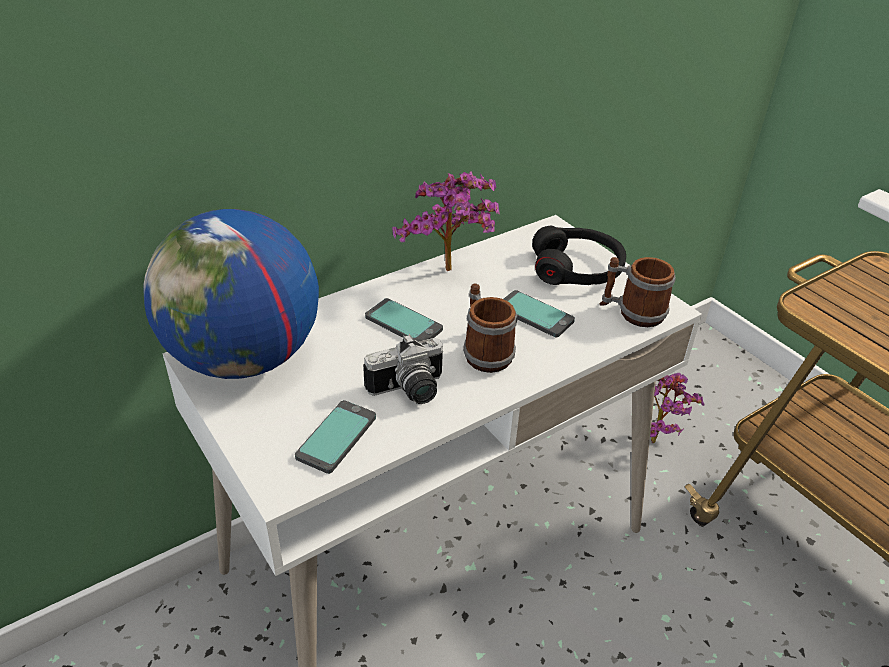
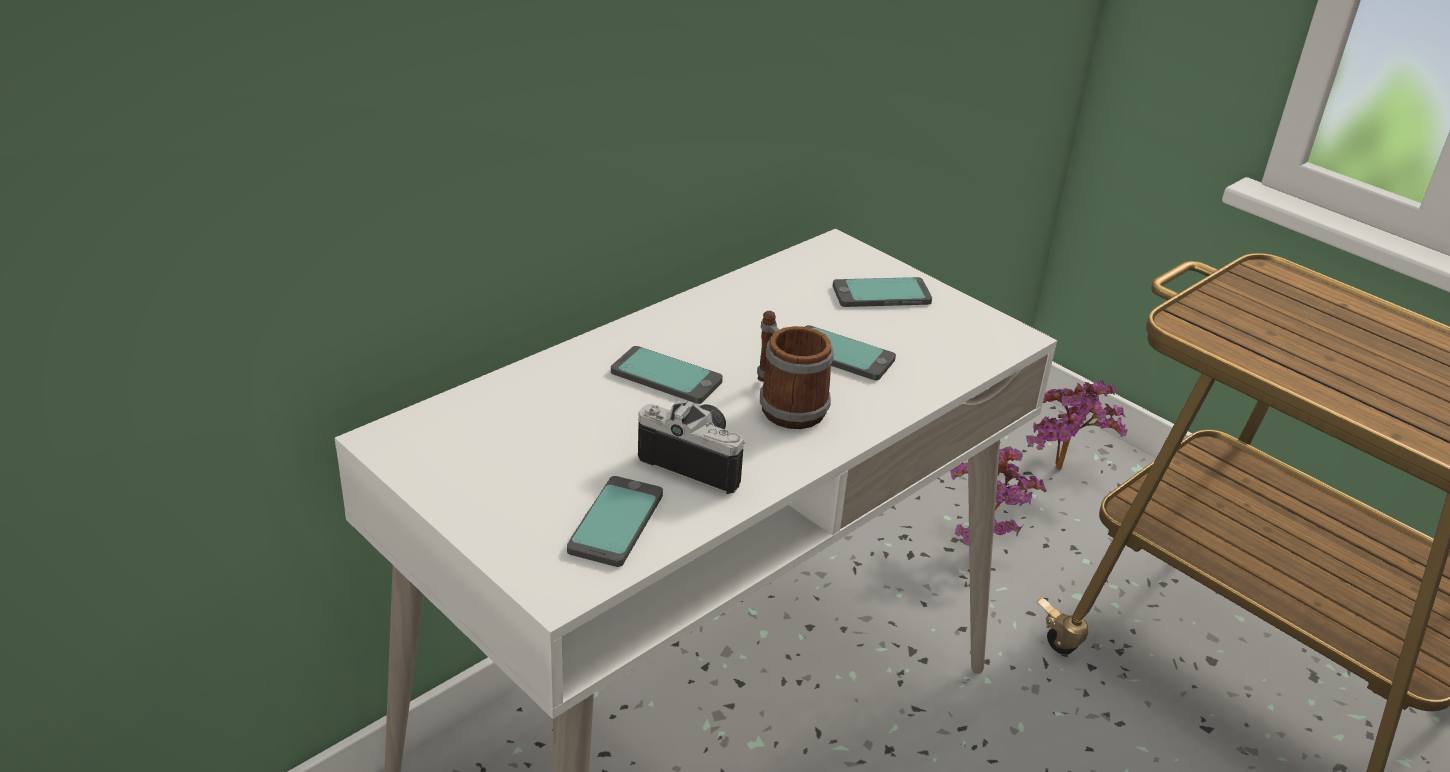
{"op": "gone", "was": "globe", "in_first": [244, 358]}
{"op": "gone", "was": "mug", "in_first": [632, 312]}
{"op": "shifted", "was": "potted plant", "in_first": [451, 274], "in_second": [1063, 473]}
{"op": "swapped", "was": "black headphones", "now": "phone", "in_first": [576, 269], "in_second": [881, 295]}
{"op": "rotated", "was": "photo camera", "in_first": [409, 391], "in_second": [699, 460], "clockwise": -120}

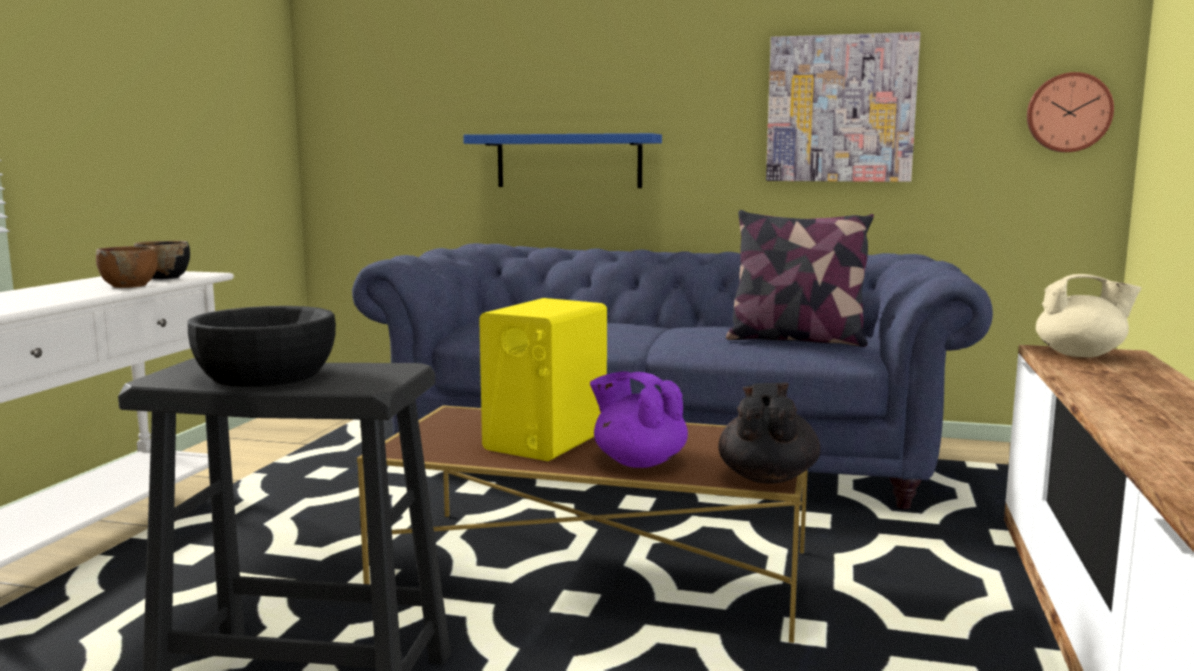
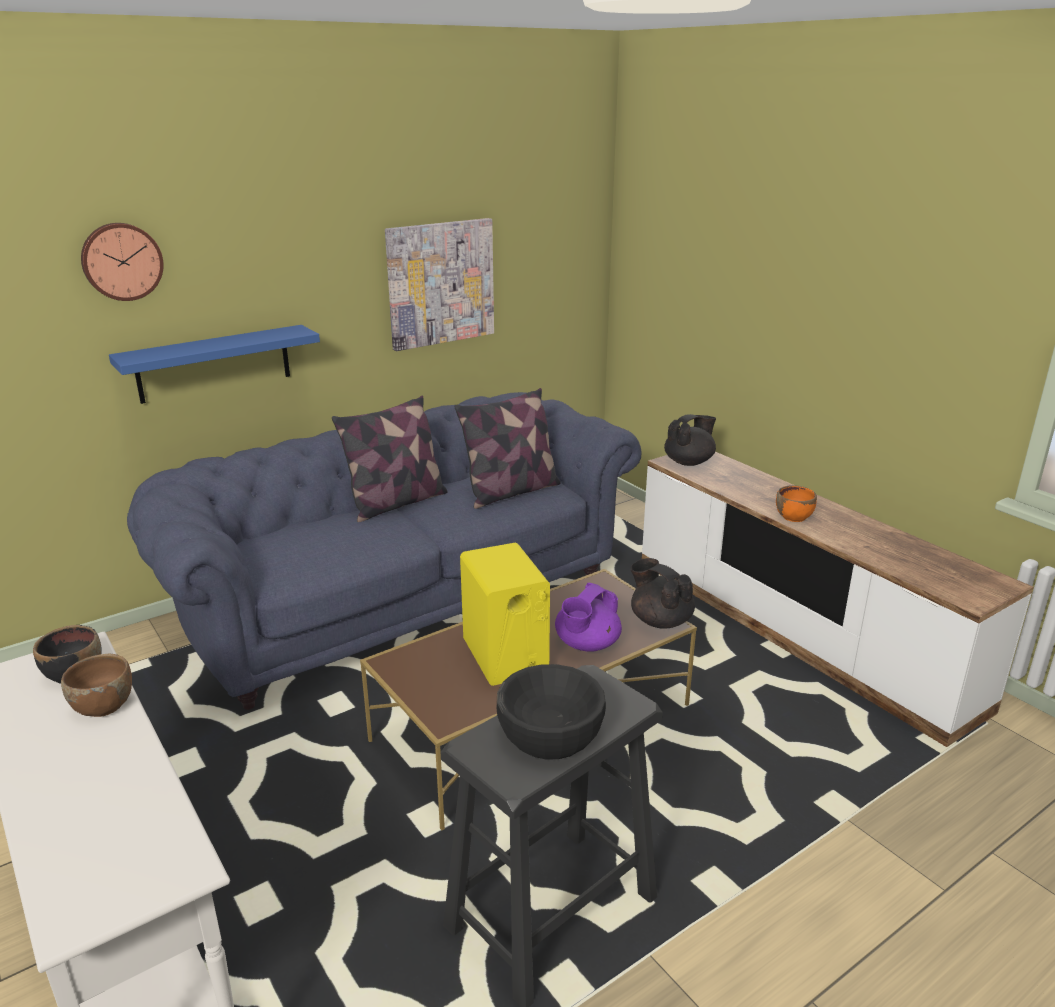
{"op": "new", "now": "pillow", "in_second": [396, 503]}
{"op": "new", "now": "orange bowl", "in_second": [794, 517]}
{"op": "shifted", "was": "wall clock", "in_first": [1068, 112], "in_second": [121, 261]}
{"op": "repainted", "was": "beige teapot", "now": "black teapot", "in_first": [1081, 355], "in_second": [689, 462]}
{"op": "rotated", "was": "purple teapot", "in_first": [638, 462], "in_second": [586, 644], "clockwise": -45}

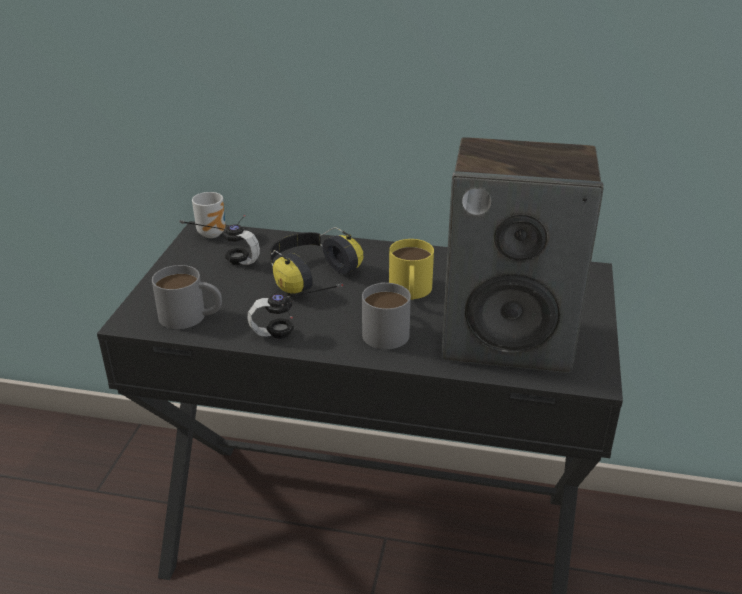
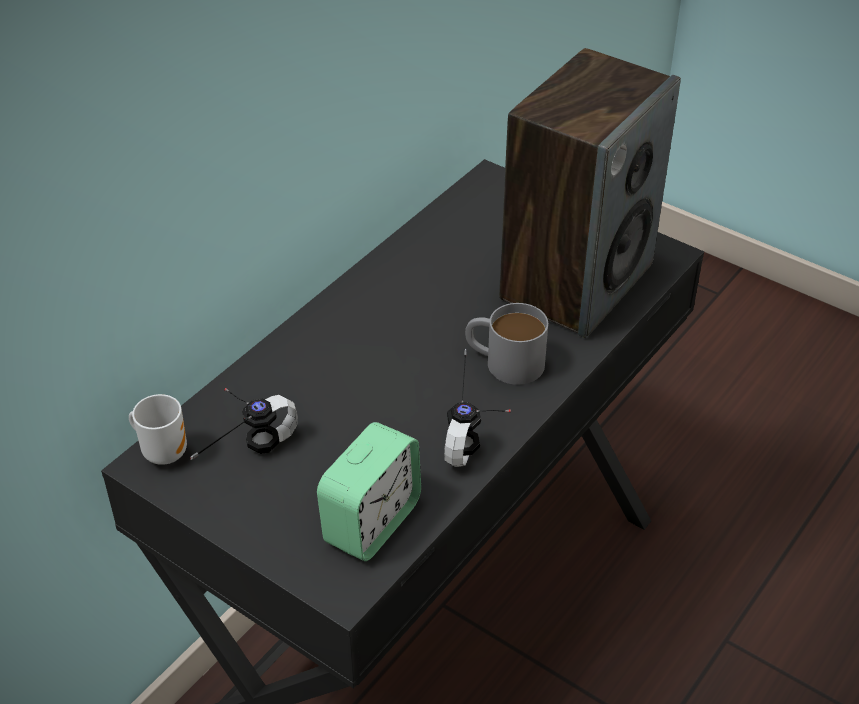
{"op": "gone", "was": "headphones", "in_first": [309, 275]}
{"op": "gone", "was": "yellow mug", "in_first": [410, 292]}
{"op": "swapped", "was": "grey mug", "now": "alarm clock", "in_first": [191, 316], "in_second": [372, 522]}

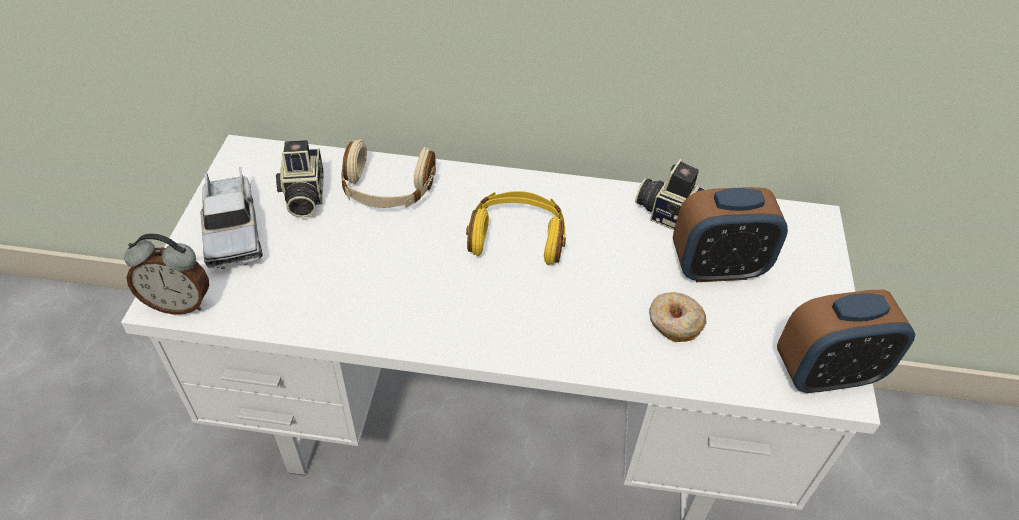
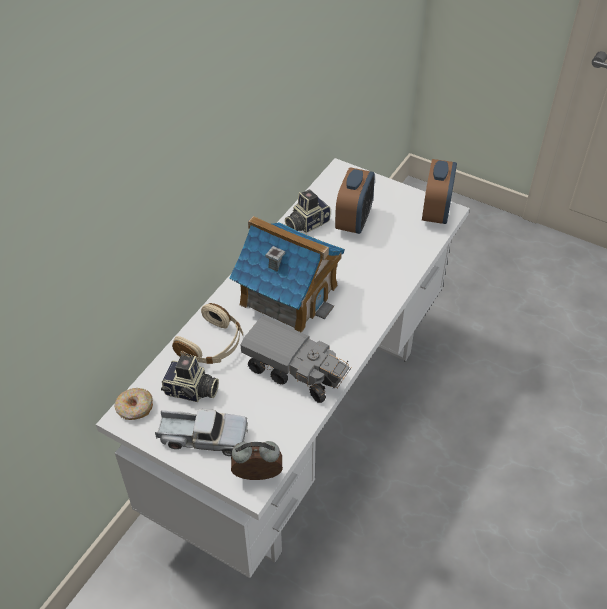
{"op": "new", "now": "toy truck", "in_second": [296, 372]}
{"op": "shifted", "was": "donut", "in_first": [674, 322], "in_second": [134, 408]}
{"op": "swapped", "was": "yellow headphones", "now": "toy house", "in_first": [517, 237], "in_second": [288, 294]}
{"op": "rotated", "was": "alarm clock", "in_first": [179, 303], "in_second": [257, 477], "clockwise": -120}

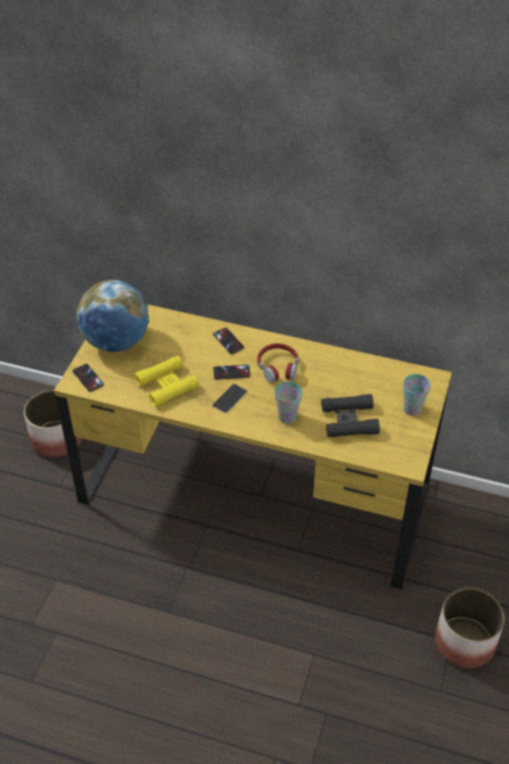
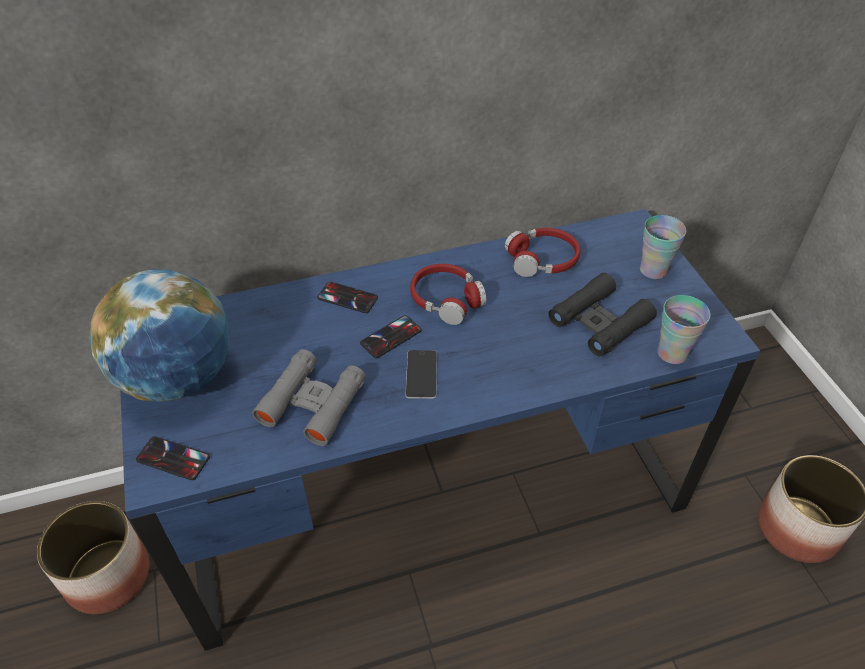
{"op": "new", "now": "red headphones", "in_second": [542, 260]}
{"op": "shifted", "was": "cup", "in_first": [287, 417], "in_second": [672, 353]}
{"op": "repainted", "was": "yellow desk", "now": "blue desk", "in_first": [254, 493], "in_second": [432, 493]}
{"op": "repainted", "was": "yellow binoculars", "now": "grey binoculars", "in_first": [166, 385], "in_second": [312, 403]}

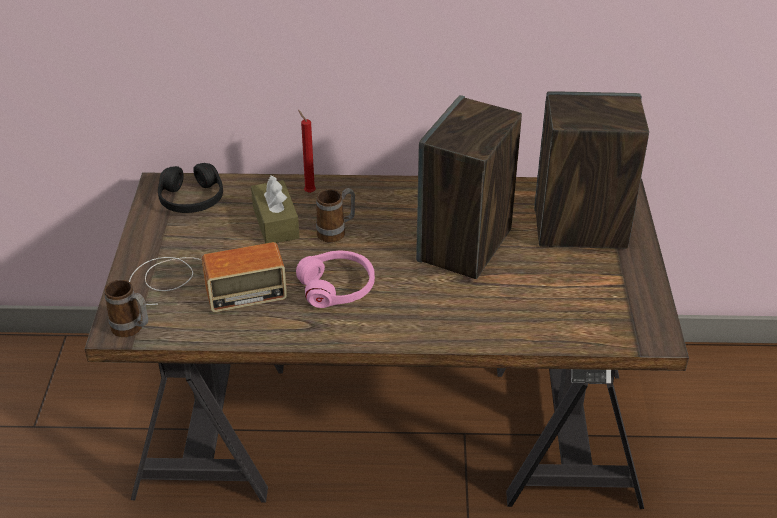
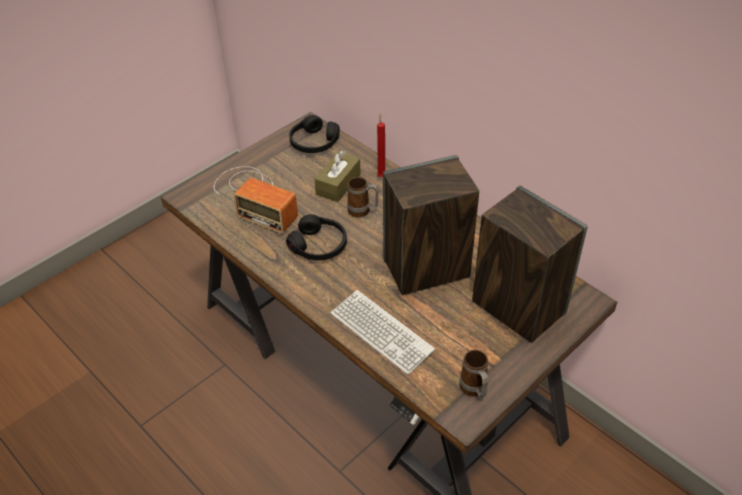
{"op": "new", "now": "keyboard", "in_second": [381, 332]}
{"op": "shifted", "was": "mug", "in_first": [132, 330], "in_second": [474, 391]}
{"op": "repainted", "was": "pink headphones", "now": "black headphones", "in_first": [337, 287], "in_second": [319, 245]}

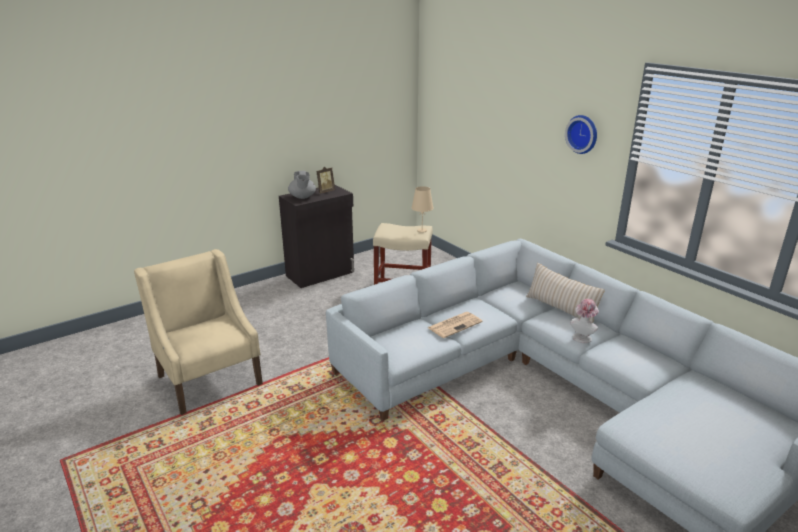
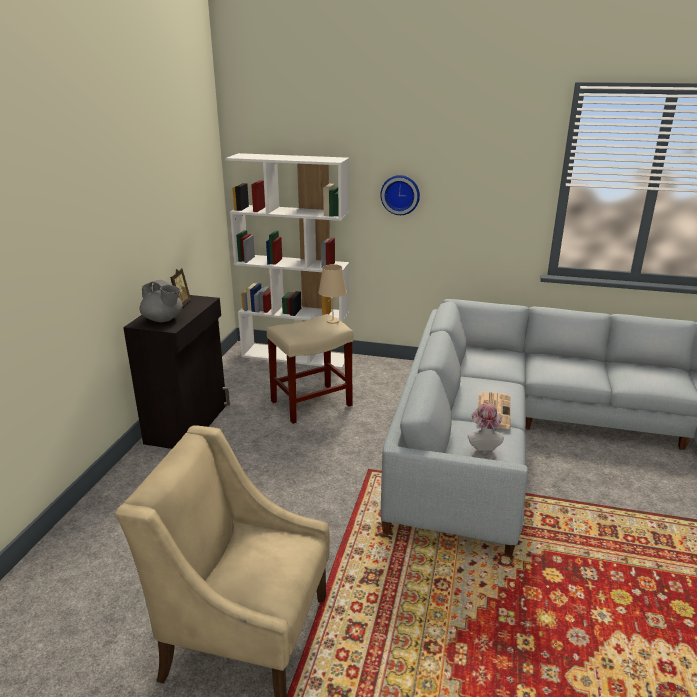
{"op": "gone", "was": "beige pillow", "in_first": [561, 309]}
{"op": "new", "now": "white bookcase", "in_second": [296, 356]}
{"op": "shifted", "was": "wall clock", "in_first": [583, 134], "in_second": [400, 194]}
{"op": "shifted", "was": "hat", "in_first": [583, 337], "in_second": [482, 452]}

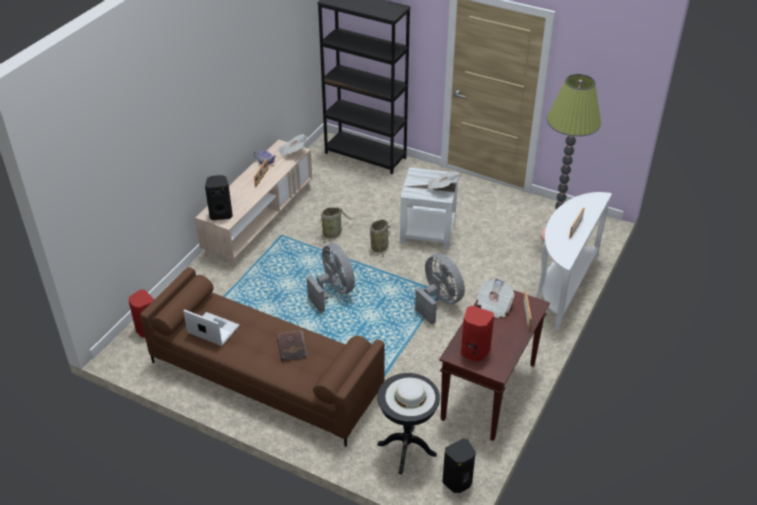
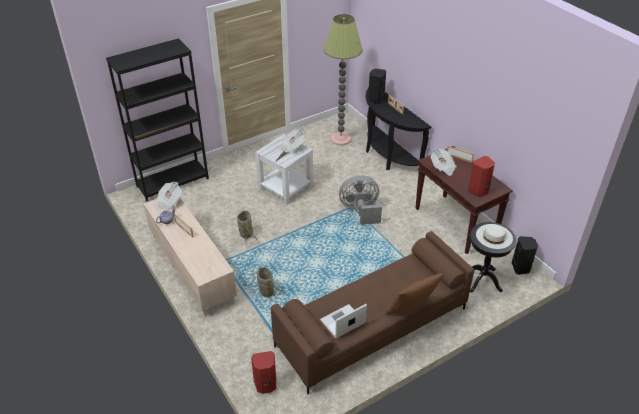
{"op": "gone", "was": "brown book", "in_first": [292, 346]}
{"op": "gone", "was": "grey fan", "in_first": [333, 291]}
{"op": "new", "now": "brown pillow", "in_second": [411, 310]}
{"op": "shifted", "was": "black speaker", "in_first": [221, 214], "in_second": [375, 99]}
{"op": "shifted", "was": "basket", "in_first": [380, 247], "in_second": [265, 291]}
{"op": "repainted", "was": "white console table", "now": "black console table", "in_first": [563, 287], "in_second": [387, 156]}

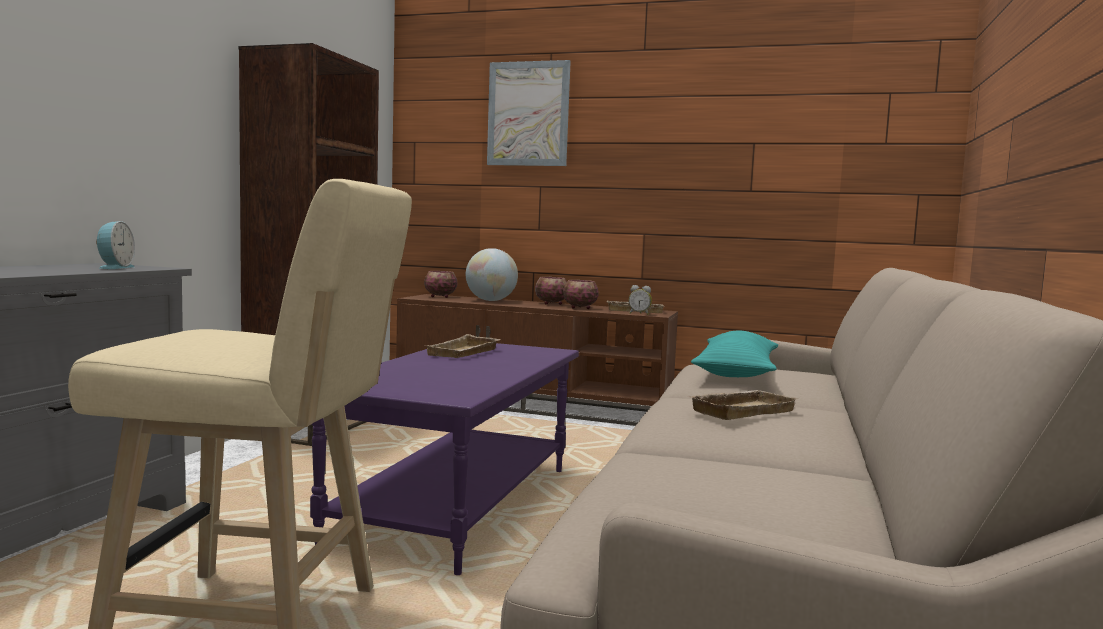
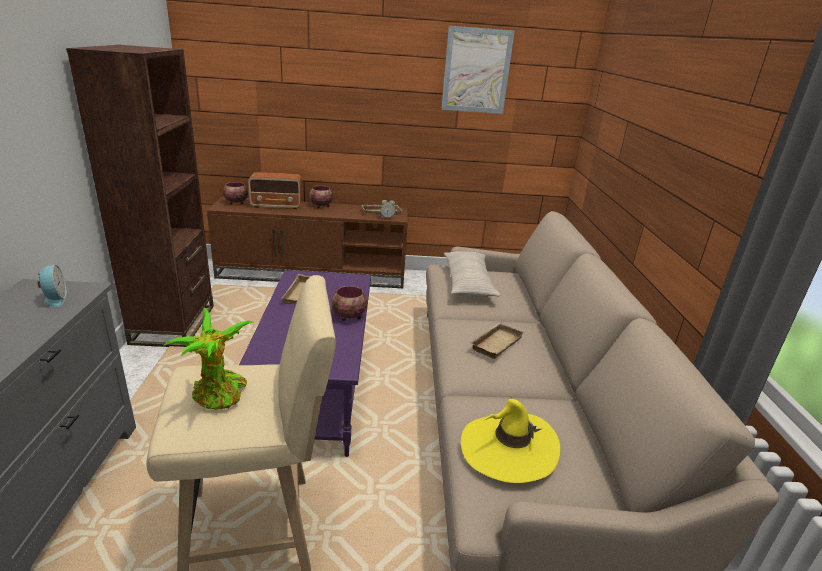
{"op": "new", "now": "potted plant", "in_second": [219, 396]}
{"op": "new", "now": "yellow hat", "in_second": [508, 449]}
{"op": "shifted", "was": "picture", "in_first": [528, 114], "in_second": [476, 71]}
{"op": "shifted", "was": "bowl", "in_first": [579, 308], "in_second": [348, 316]}
{"op": "swapped", "was": "globe", "now": "radio", "in_first": [491, 300], "in_second": [277, 205]}
{"op": "repainted", "was": "turquoise pillow", "now": "beige pillow", "in_first": [736, 371], "in_second": [468, 282]}

